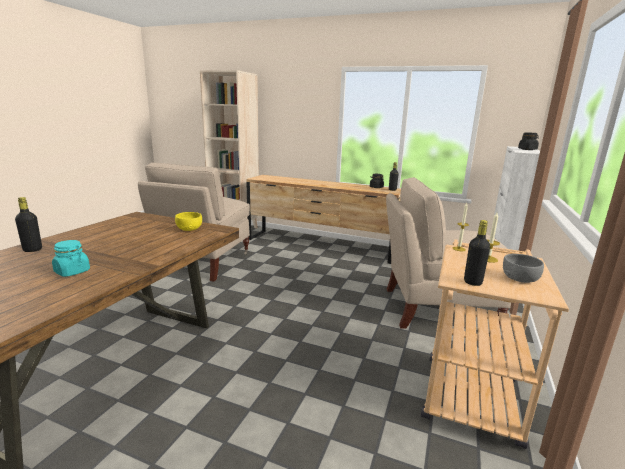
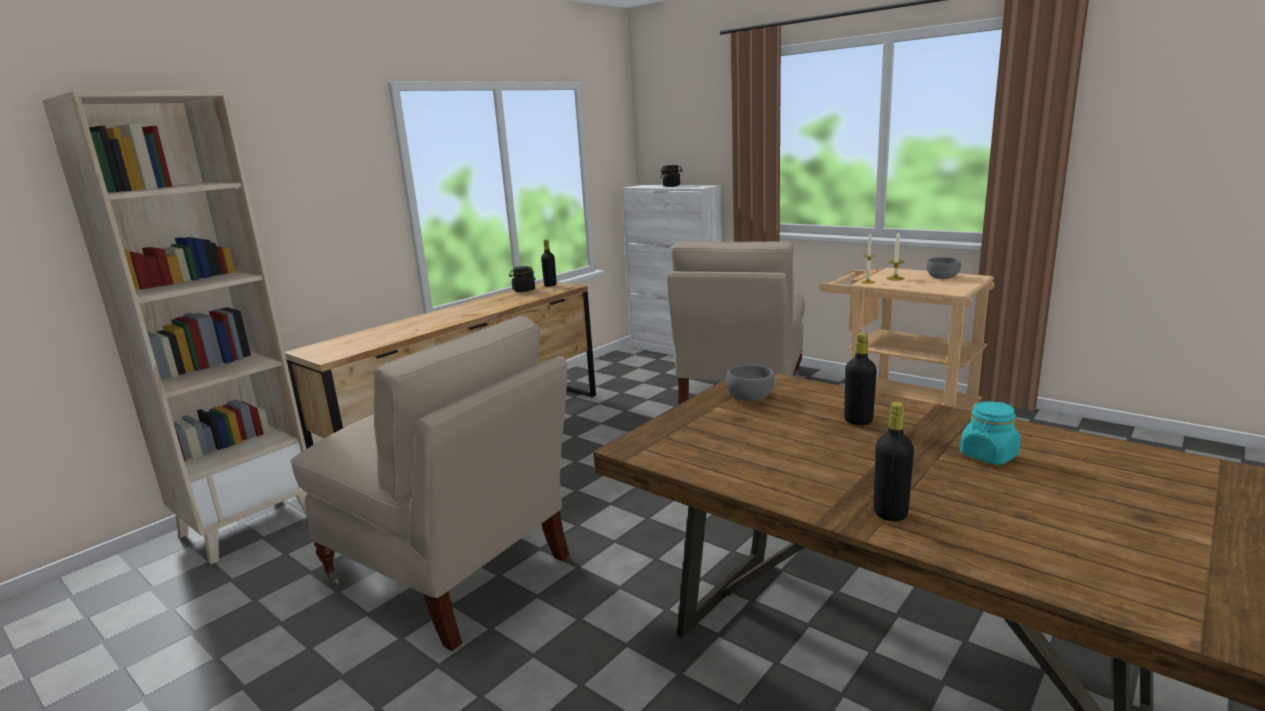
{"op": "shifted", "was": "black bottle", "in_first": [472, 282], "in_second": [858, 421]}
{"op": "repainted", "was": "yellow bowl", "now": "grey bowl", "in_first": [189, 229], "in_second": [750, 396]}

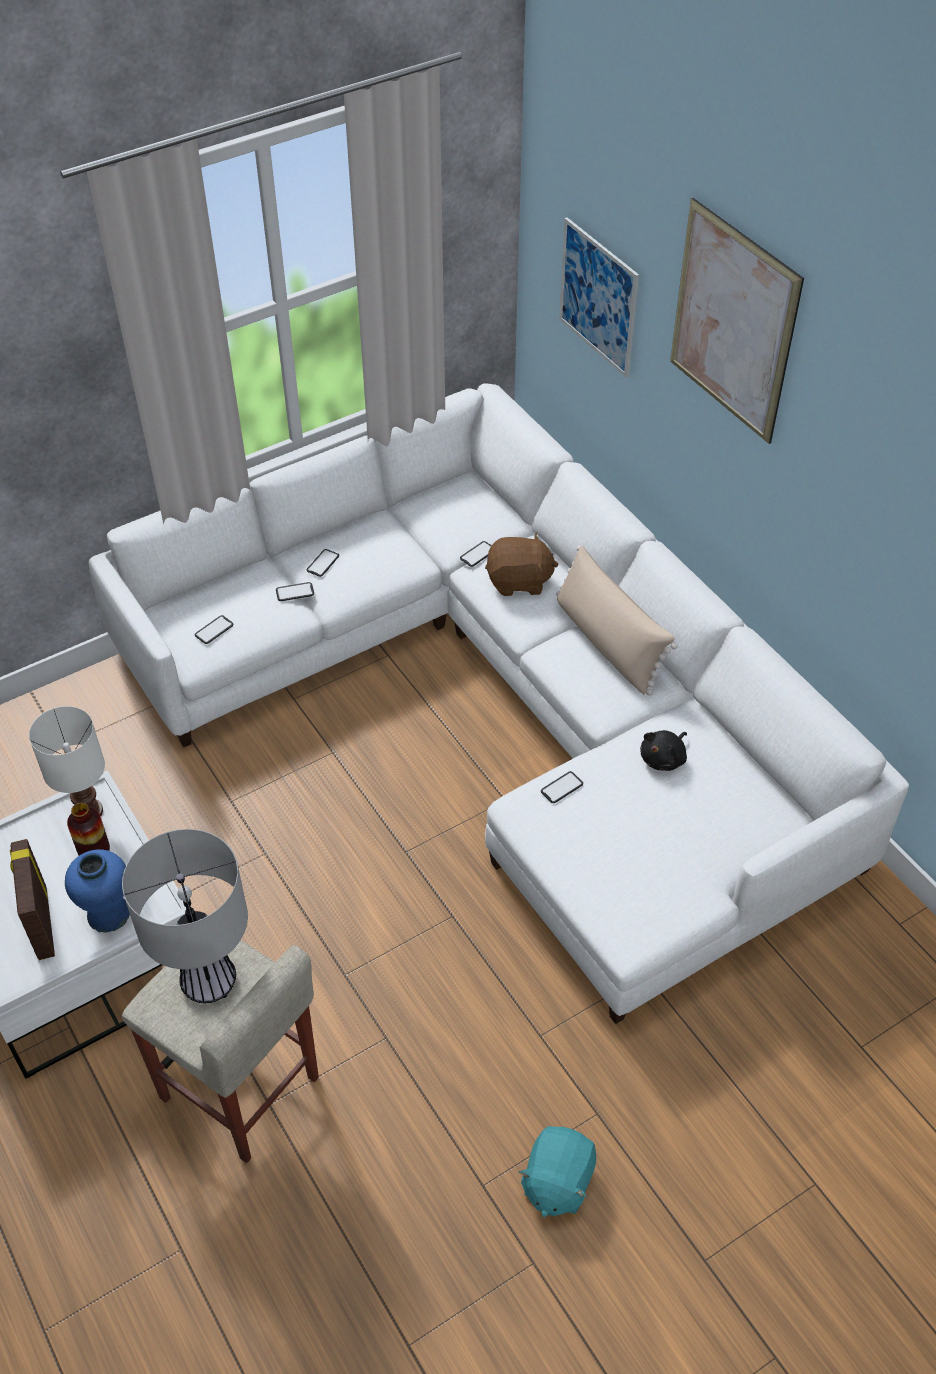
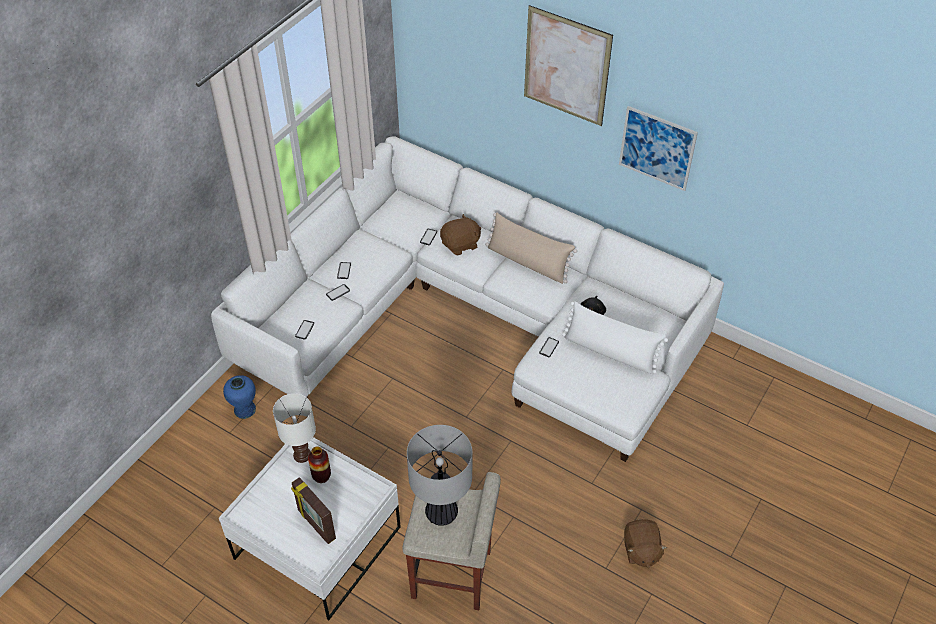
{"op": "new", "now": "white pillow", "in_second": [610, 351]}
{"op": "shifted", "was": "blue vase", "in_first": [108, 914], "in_second": [244, 410]}
{"op": "shifted", "was": "picture", "in_first": [598, 297], "in_second": [657, 148]}
{"op": "repainted", "was": "turquoise plush toy", "now": "brown plush toy", "in_first": [557, 1182], "in_second": [640, 550]}

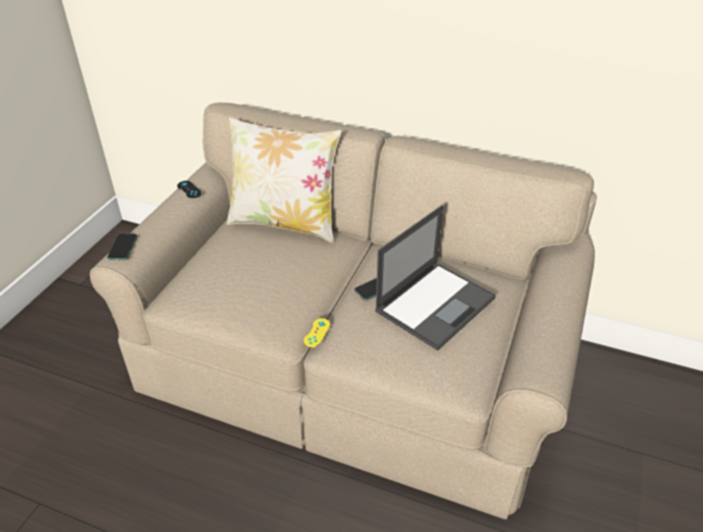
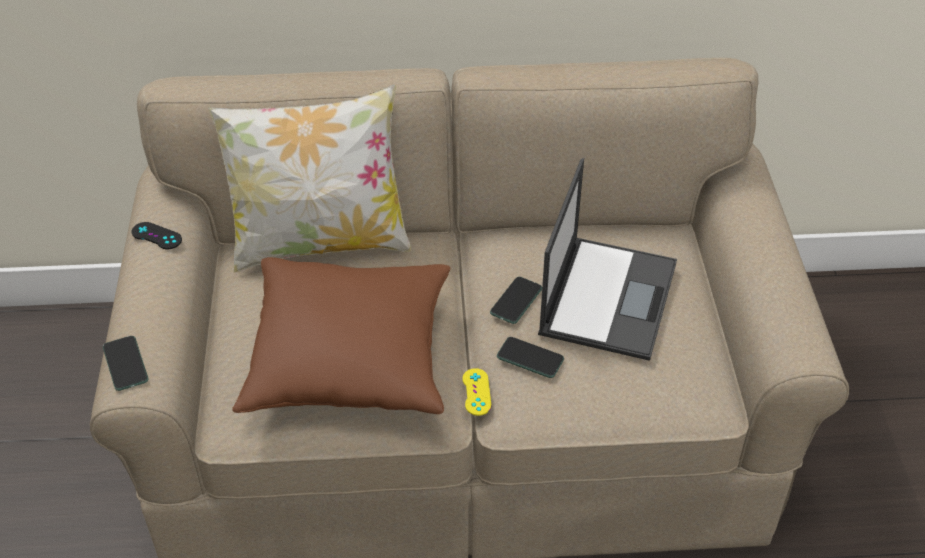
{"op": "new", "now": "brown pillow", "in_second": [349, 357]}
{"op": "new", "now": "phone", "in_second": [530, 358]}

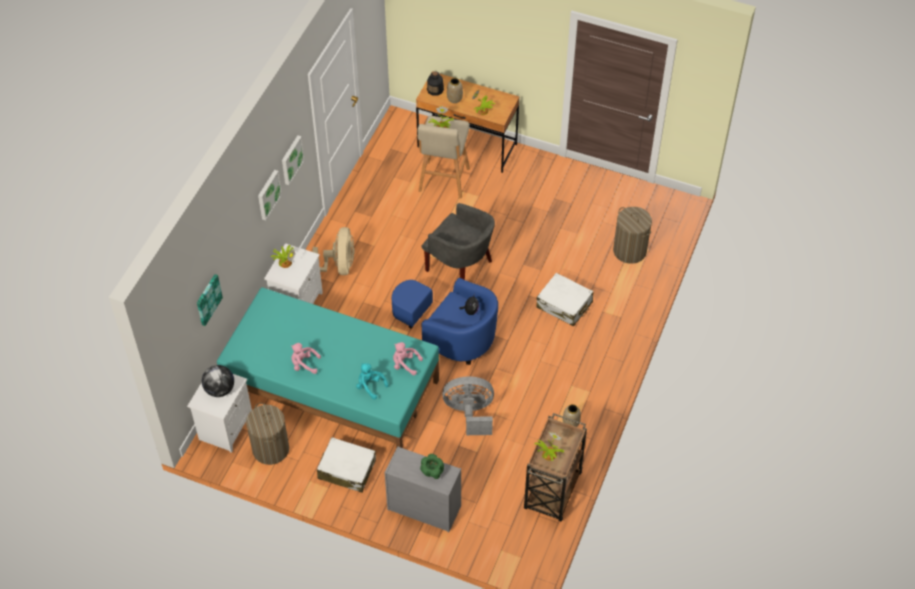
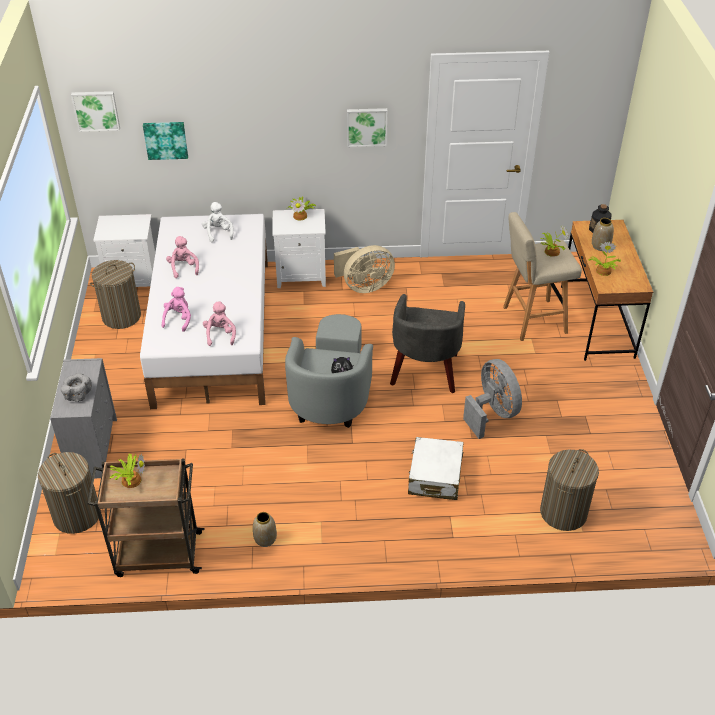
{"op": "gone", "was": "globe", "in_first": [220, 390]}
{"op": "gone", "was": "white suitcase", "in_first": [347, 469]}
{"op": "new", "now": "laundry basket", "in_second": [76, 515]}
{"op": "new", "now": "white plush toy", "in_second": [218, 233]}
{"op": "shifted", "was": "picture", "in_first": [268, 194], "in_second": [96, 110]}
{"op": "shifted", "was": "grey fan", "in_first": [470, 413], "in_second": [492, 413]}
{"op": "repainted", "was": "turquoise bed", "now": "white bed", "in_first": [331, 387], "in_second": [214, 331]}
{"op": "repainted", "was": "turquoise plush toy", "now": "pink plush toy", "in_first": [370, 386], "in_second": [178, 319]}
{"op": "repainted", "was": "blue armchair", "now": "grey armchair", "in_first": [450, 334], "in_second": [331, 393]}
{"op": "repainted", "was": "green bowl", "now": "grey bowl", "in_first": [432, 471], "in_second": [78, 394]}

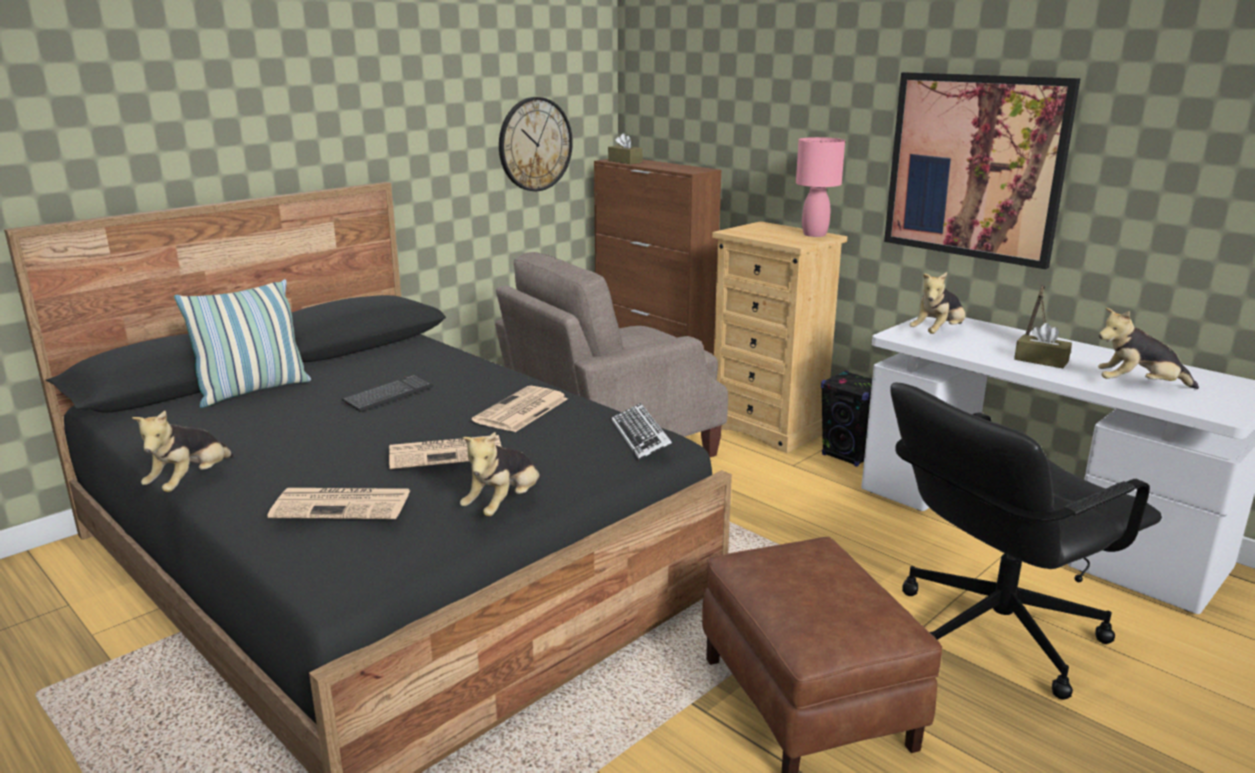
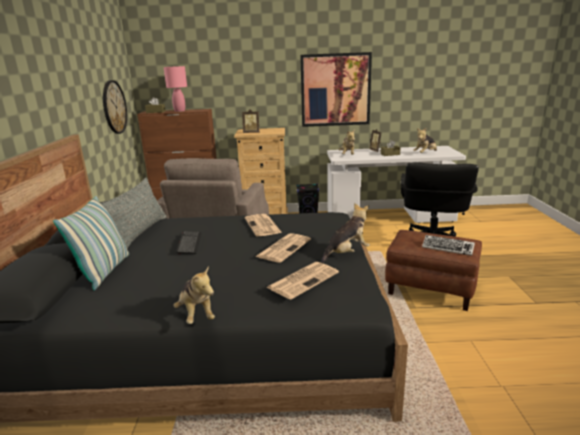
{"op": "new", "now": "grey pillow", "in_second": [140, 232]}
{"op": "new", "now": "picture frame", "in_second": [251, 133]}
{"op": "shifted", "was": "keyboard", "in_first": [641, 437], "in_second": [447, 248]}
{"op": "shifted", "was": "pink table lamp", "in_first": [815, 234], "in_second": [180, 111]}
{"op": "rotated", "was": "plush toy", "in_first": [504, 505], "in_second": [347, 253], "clockwise": -105}

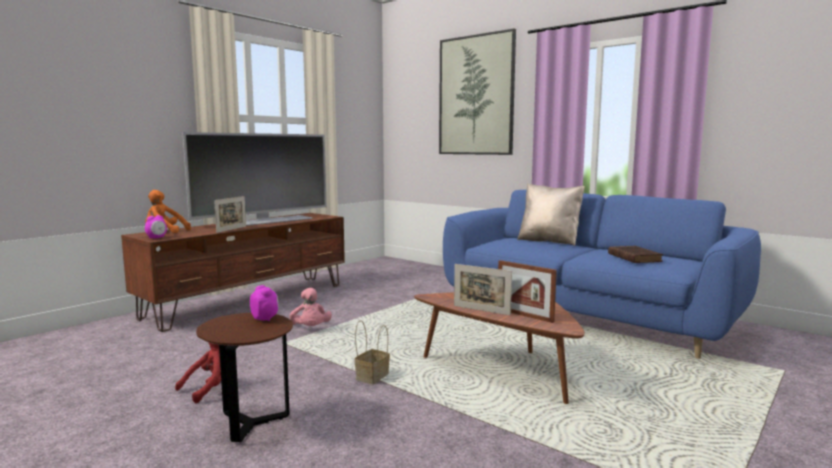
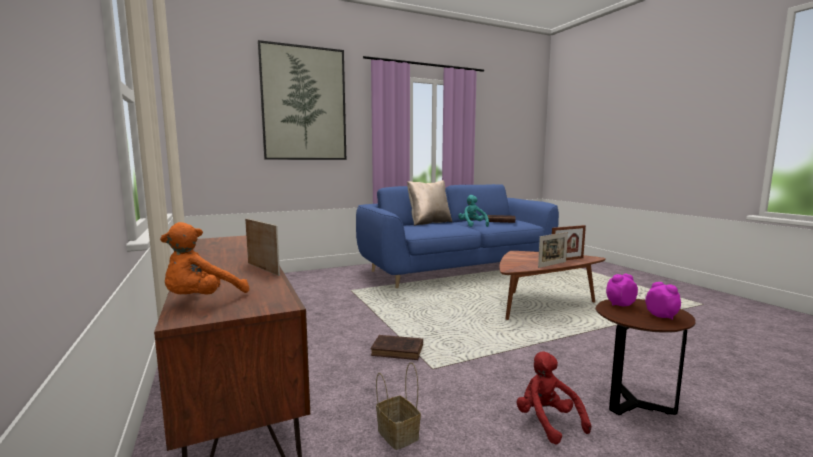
{"op": "gone", "was": "television", "in_first": [269, 221]}
{"op": "new", "now": "turquoise plush toy", "in_second": [472, 225]}
{"op": "shifted", "was": "alarm clock", "in_first": [156, 238], "in_second": [661, 316]}
{"op": "shifted", "was": "basket", "in_first": [372, 376], "in_second": [396, 434]}
{"op": "swapped", "was": "pink plush toy", "now": "brown book", "in_first": [311, 329], "in_second": [399, 350]}

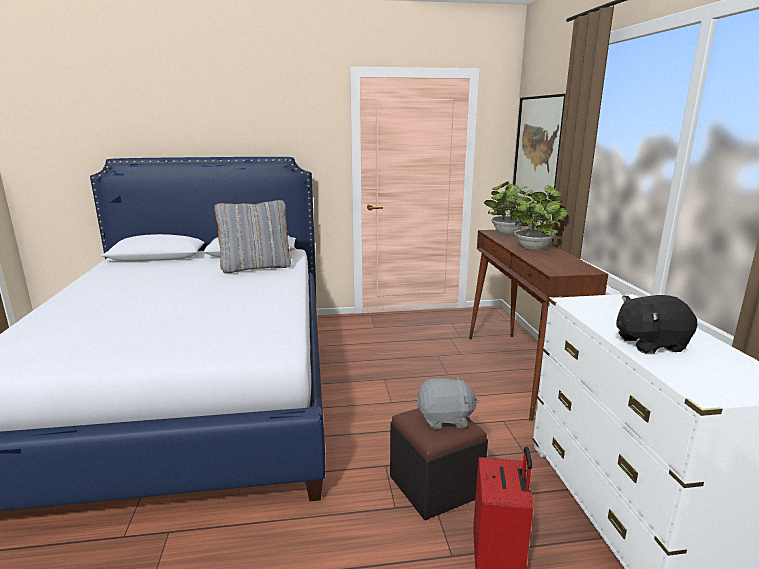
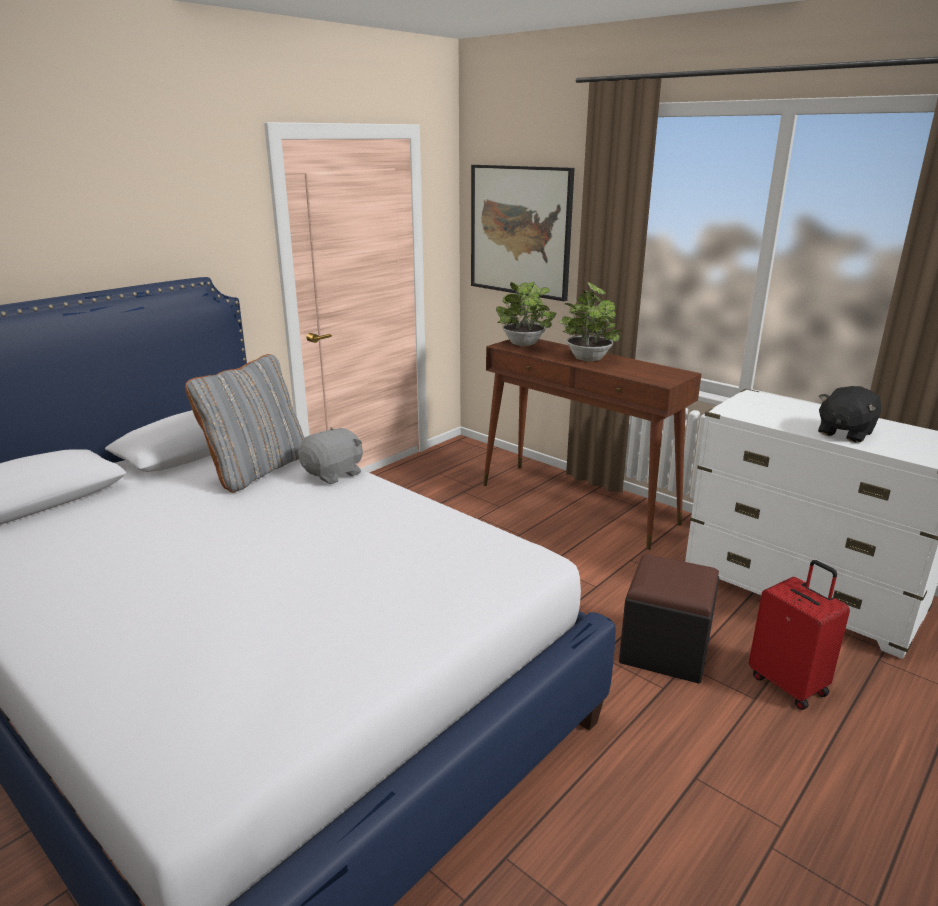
{"op": "shifted", "was": "grey plush toy", "in_first": [445, 419], "in_second": [334, 474]}

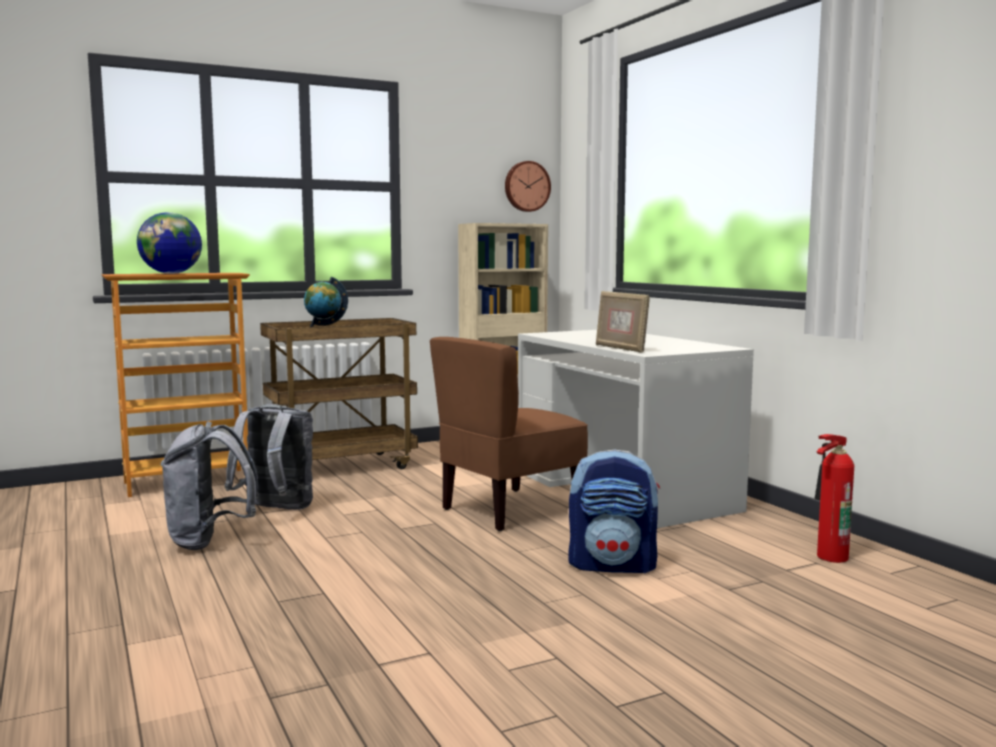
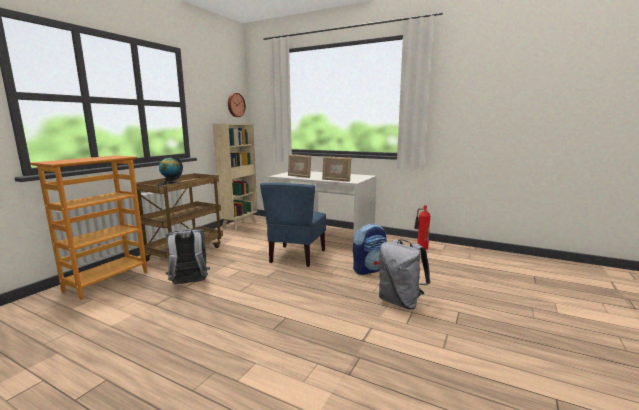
{"op": "gone", "was": "globe", "in_first": [171, 273]}
{"op": "new", "now": "picture frame", "in_second": [299, 176]}
{"op": "shifted", "was": "grey backpack", "in_first": [210, 541], "in_second": [400, 302]}
{"op": "repainted", "was": "brown chair", "now": "blue chair", "in_first": [510, 510], "in_second": [296, 256]}

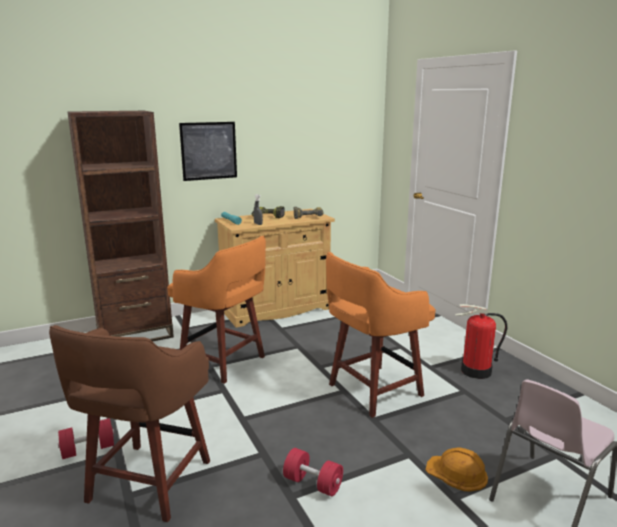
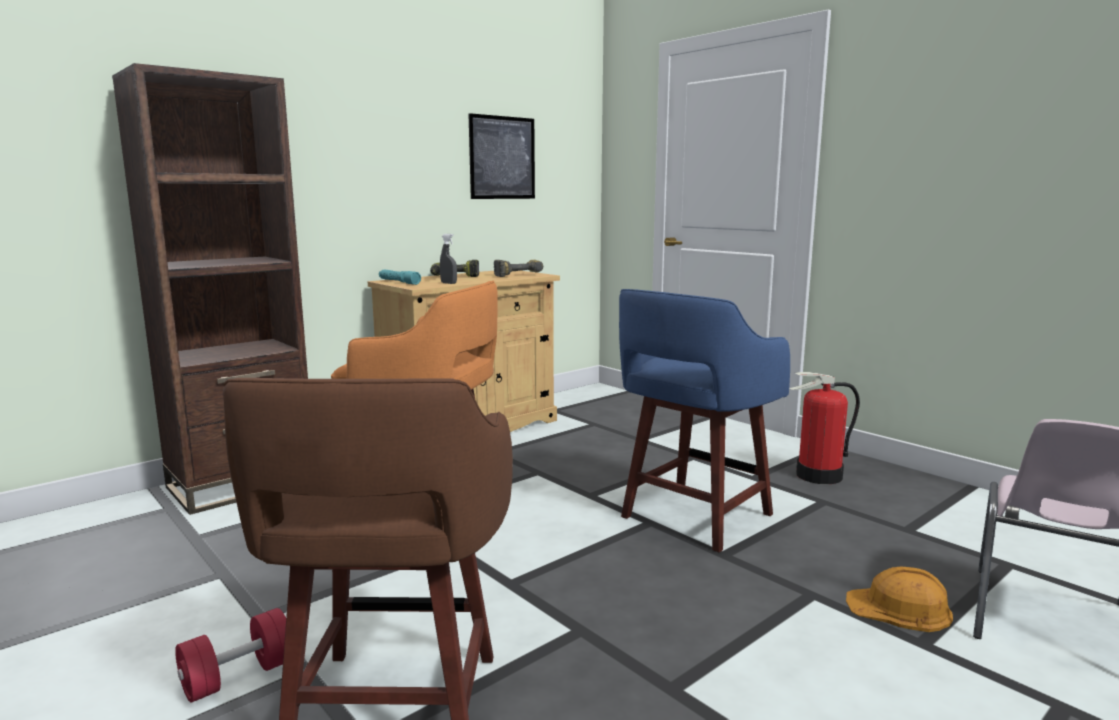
{"op": "gone", "was": "red dumbbell", "in_first": [313, 483]}
{"op": "shifted", "was": "picture", "in_first": [209, 151], "in_second": [502, 158]}
{"op": "repainted", "was": "orange stool", "now": "blue stool", "in_first": [372, 391], "in_second": [694, 517]}

